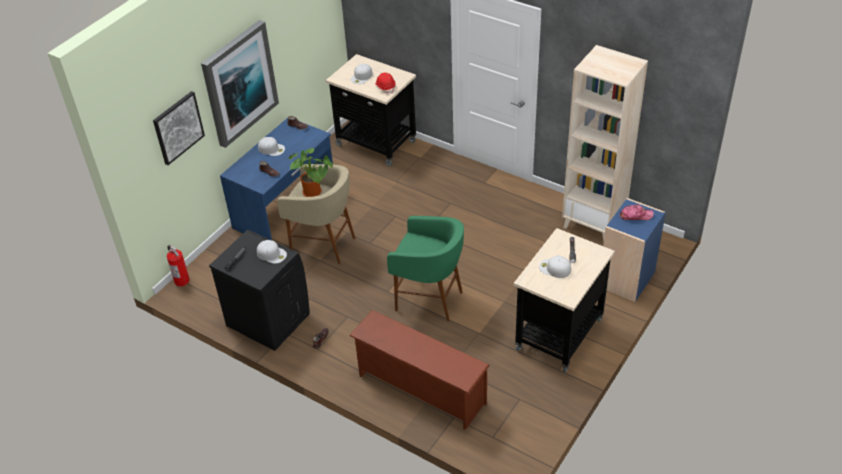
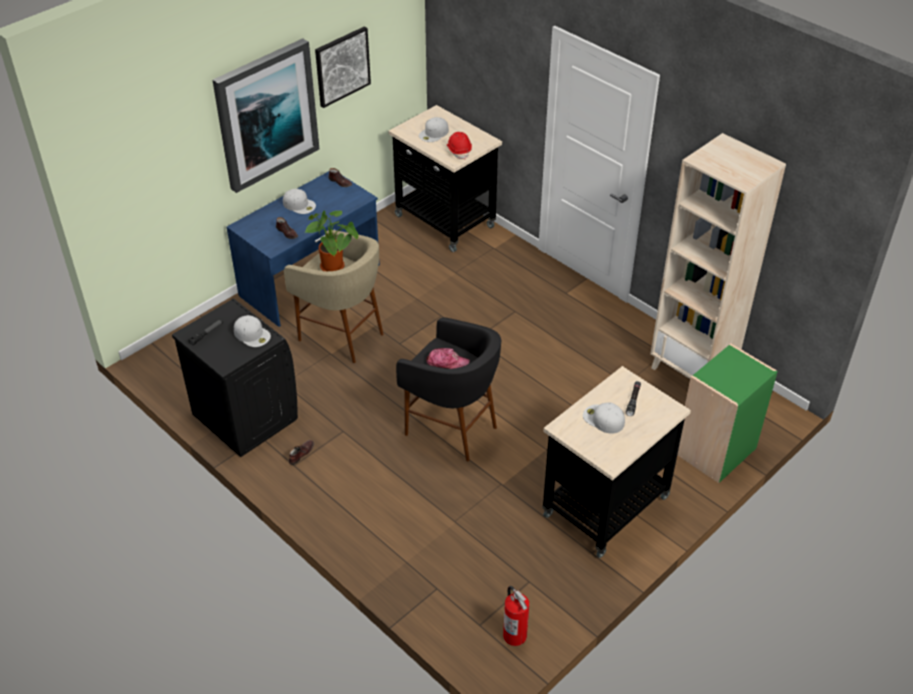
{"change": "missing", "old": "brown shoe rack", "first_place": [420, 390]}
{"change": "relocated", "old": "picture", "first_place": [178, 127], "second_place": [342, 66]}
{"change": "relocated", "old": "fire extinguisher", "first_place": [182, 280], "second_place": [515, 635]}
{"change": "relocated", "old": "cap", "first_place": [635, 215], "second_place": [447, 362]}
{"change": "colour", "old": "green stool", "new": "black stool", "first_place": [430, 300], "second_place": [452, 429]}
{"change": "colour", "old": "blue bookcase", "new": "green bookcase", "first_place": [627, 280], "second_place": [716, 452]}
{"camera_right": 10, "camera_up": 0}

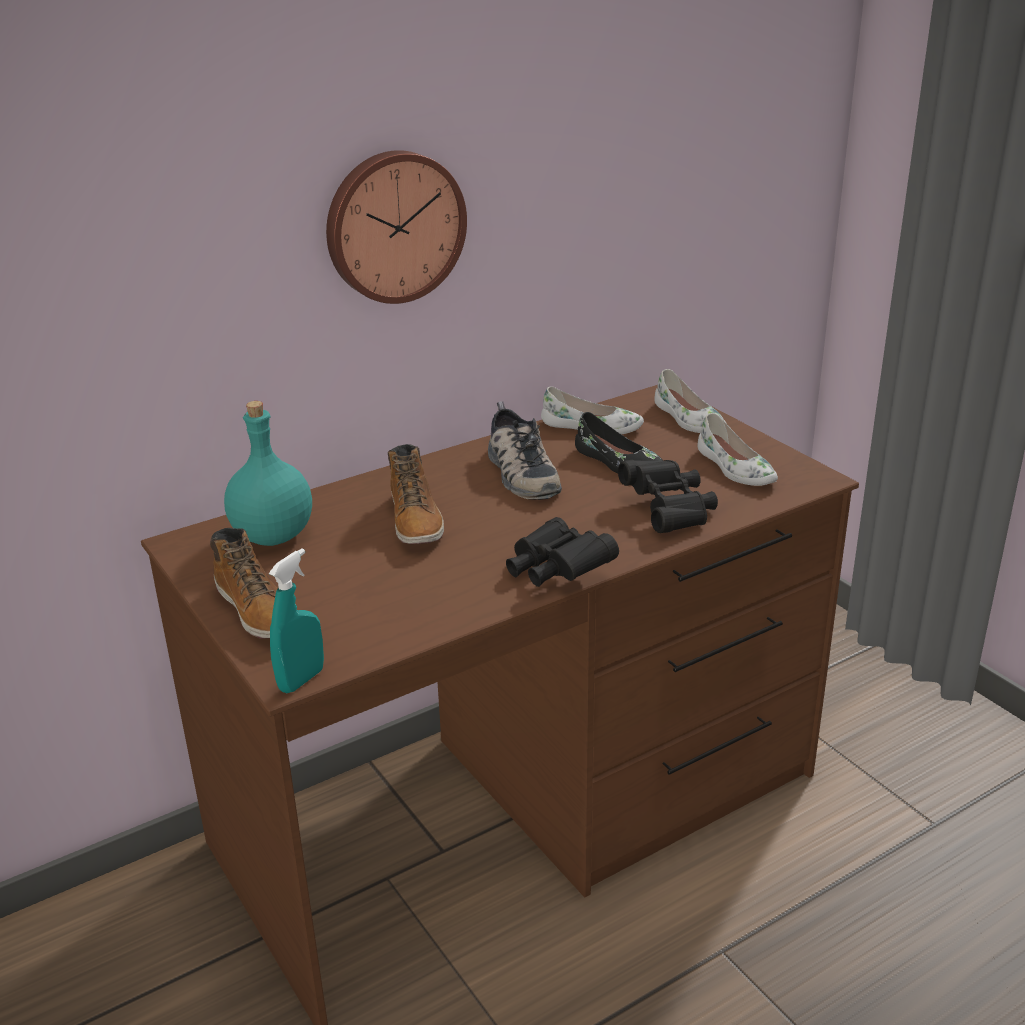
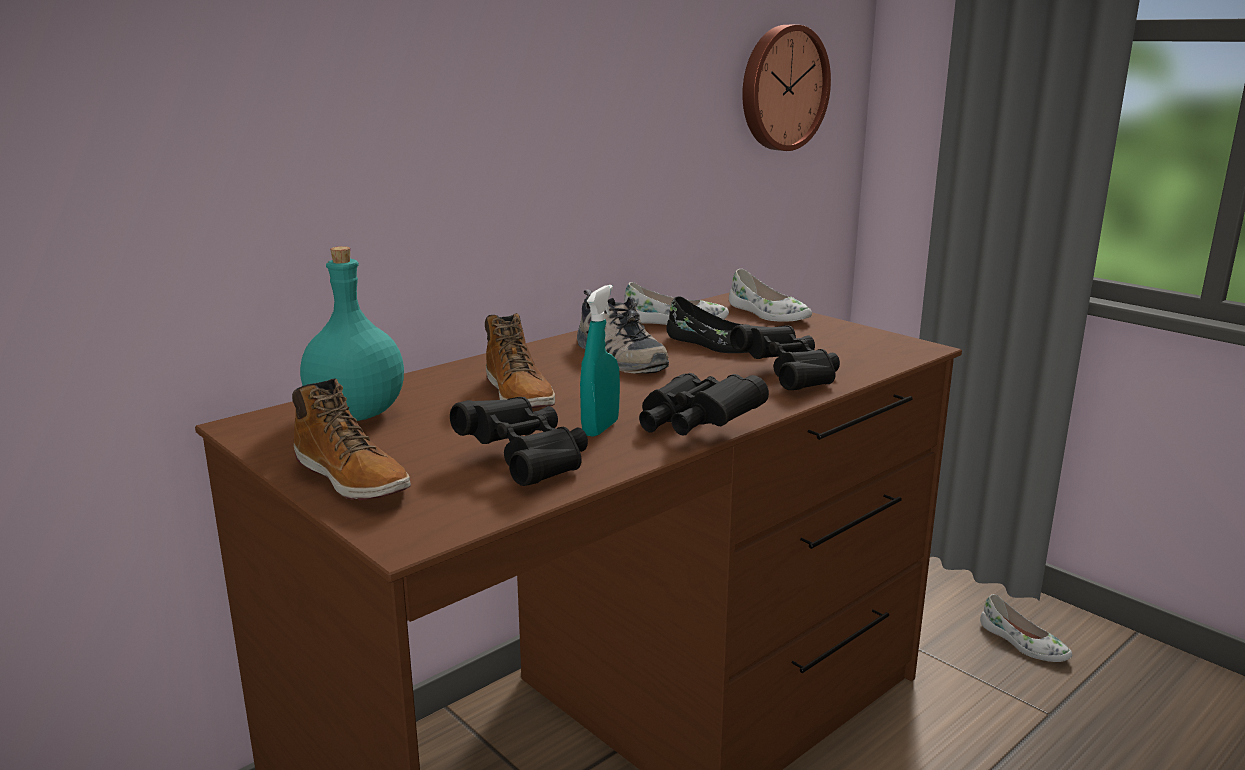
{"change": "appeared", "new": "black binoculars", "second_place": [526, 461]}
{"change": "relocated", "old": "turquoise spray bottle", "first_place": [301, 680], "second_place": [600, 428]}
{"change": "relocated", "old": "wall clock", "first_place": [393, 226], "second_place": [781, 88]}
{"change": "relocated", "old": "white shoe", "first_place": [734, 468], "second_place": [1022, 643]}
{"camera_right": -10, "camera_up": -10}

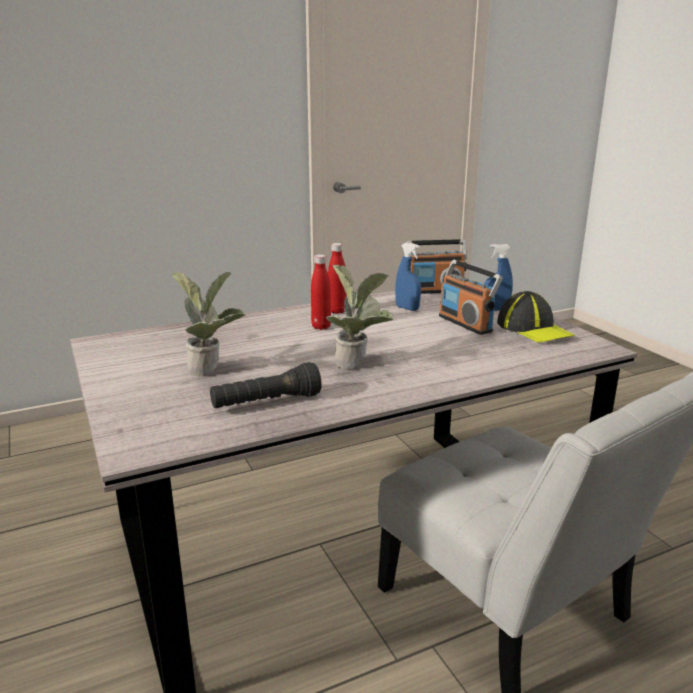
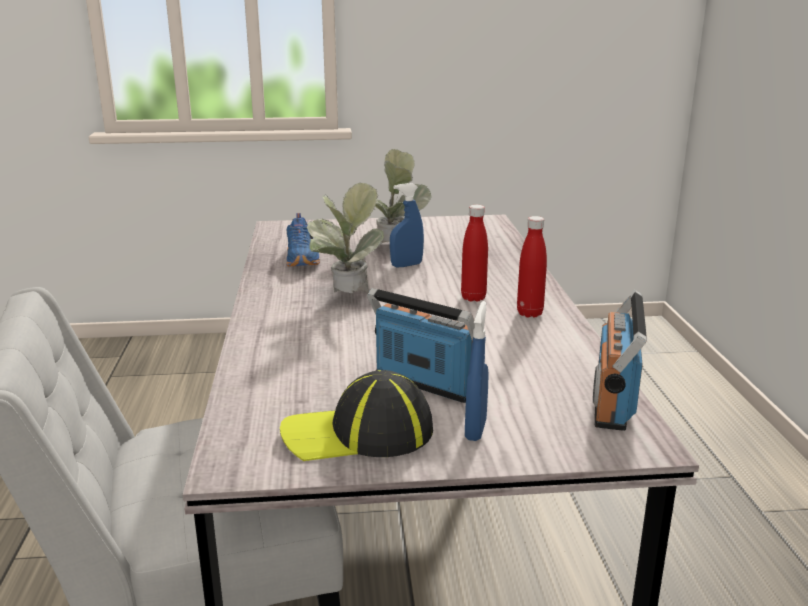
{"change": "relocated", "old": "blue spray bottle", "first_place": [407, 308], "second_place": [406, 265]}
{"change": "exchanged", "old": "black flashlight", "new": "blue shoe", "first_place": [266, 403], "second_place": [303, 259]}
{"change": "spun", "old": "radio", "first_place": [465, 323], "second_place": [424, 384], "degrees": 45}
{"camera_right": 110, "camera_up": 0}

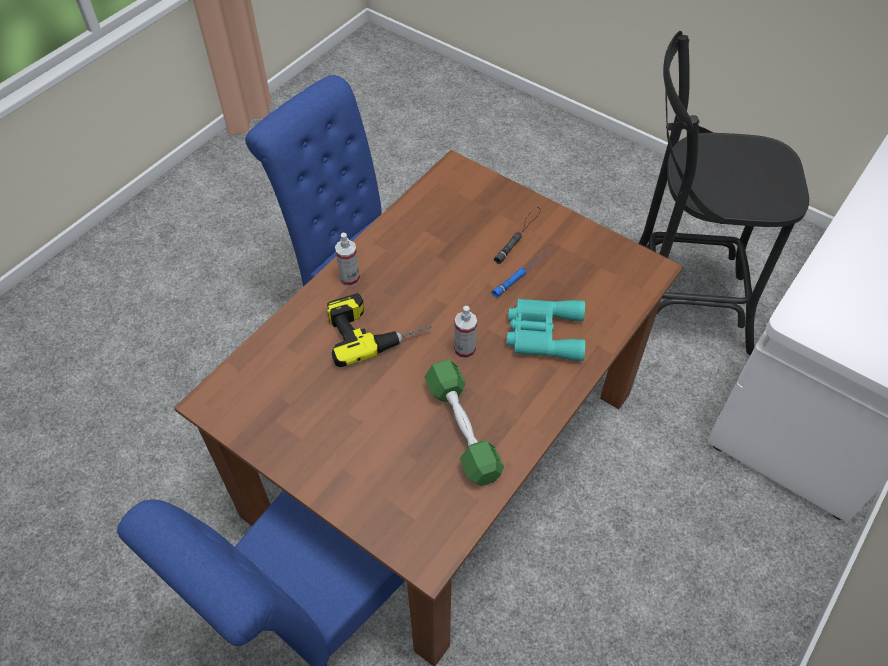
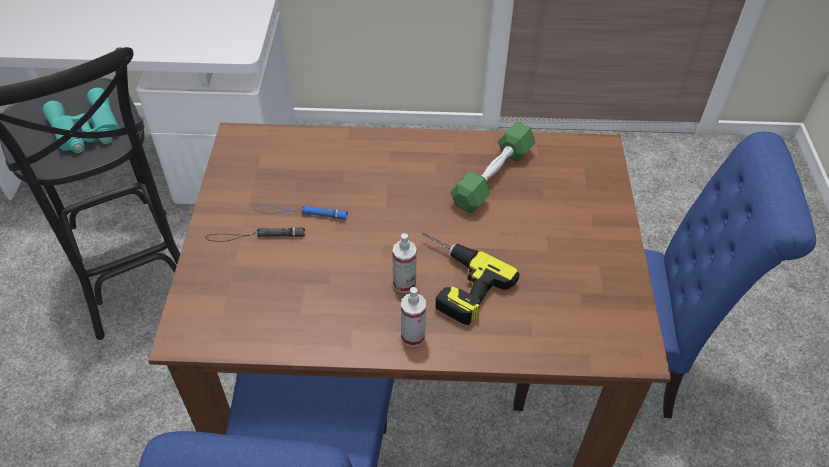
{"change": "relocated", "old": "spray bottle", "first_place": [464, 350], "second_place": [404, 283]}
{"change": "relocated", "old": "turquoise binoculars", "first_place": [543, 333], "second_place": [86, 129]}
{"camera_right": -125, "camera_up": -5}

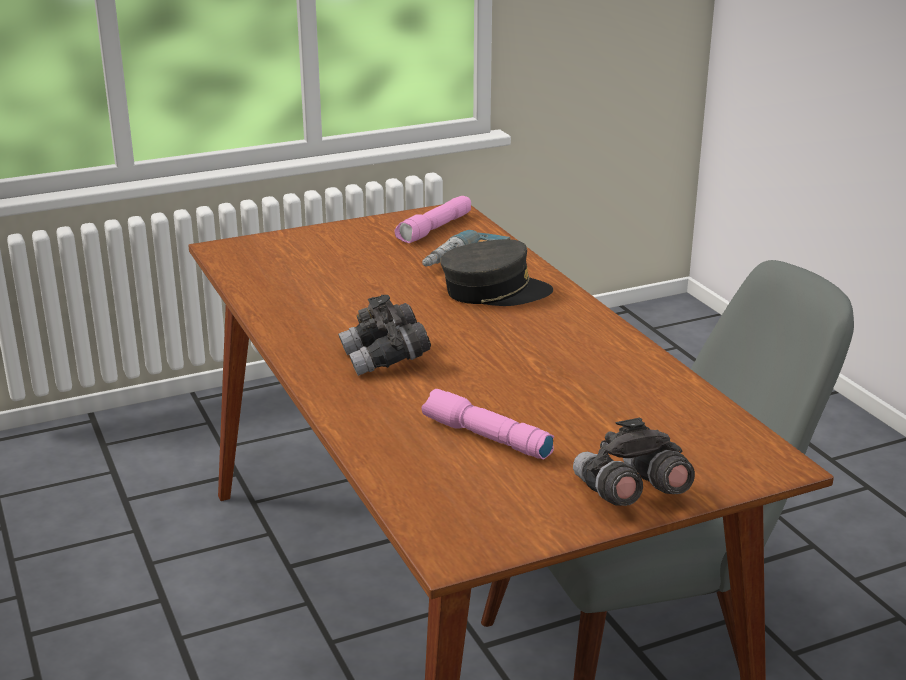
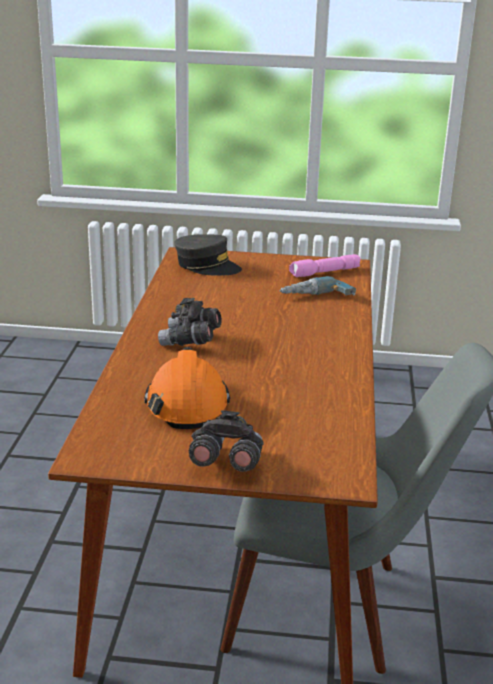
{"change": "relocated", "old": "grey cap", "first_place": [494, 292], "second_place": [207, 266]}
{"change": "exchanged", "old": "pink flashlight", "new": "orange hard hat", "first_place": [485, 438], "second_place": [187, 403]}
{"camera_right": 30, "camera_up": 0}

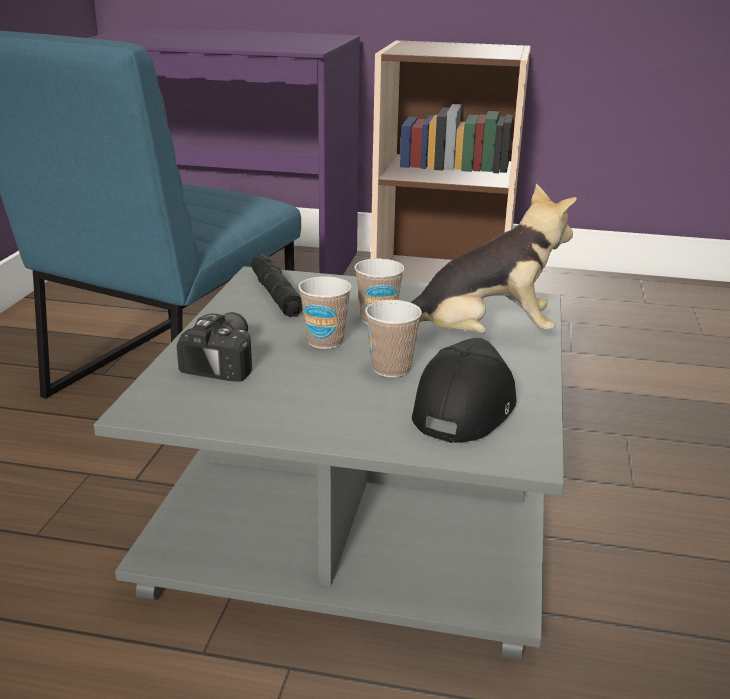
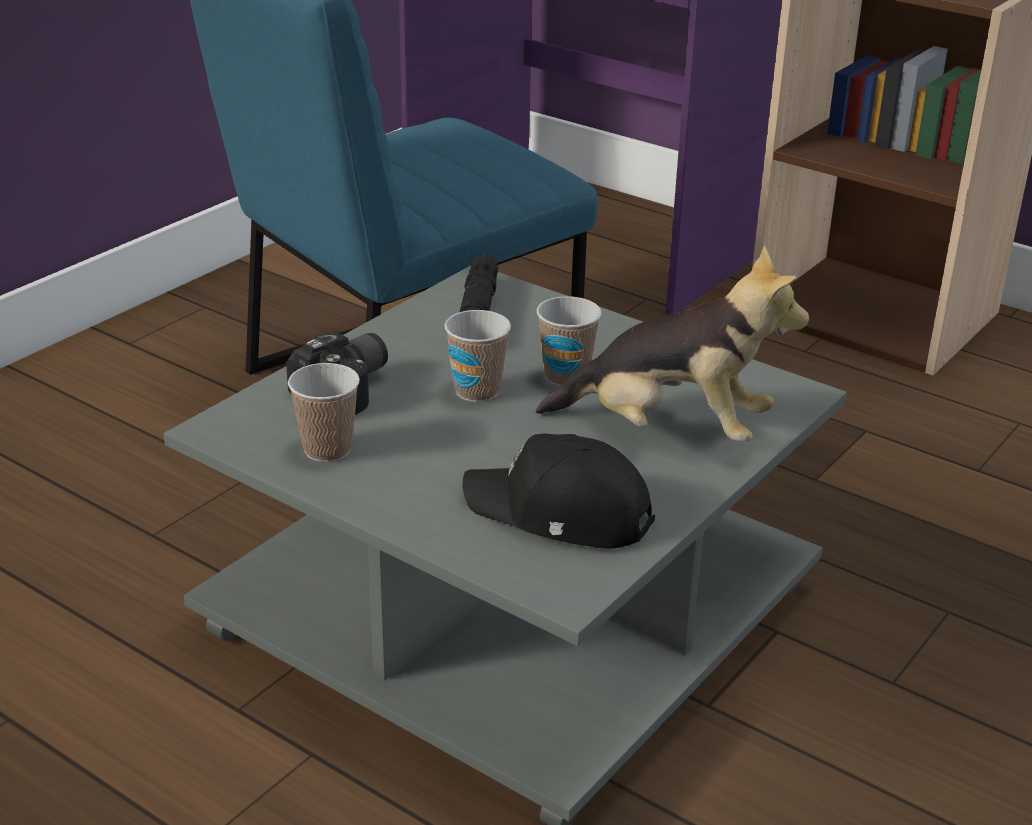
{"change": "relocated", "old": "cup", "first_place": [391, 369], "second_place": [327, 449]}
{"change": "spun", "old": "black cap", "first_place": [465, 406], "second_place": [559, 513], "degrees": -120}
{"camera_right": 25, "camera_up": 5}

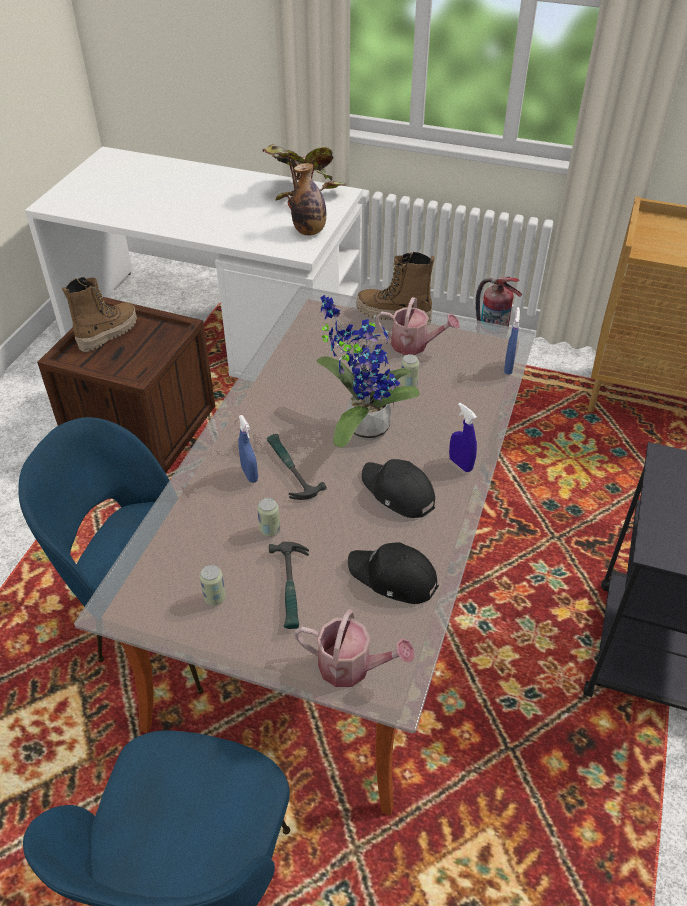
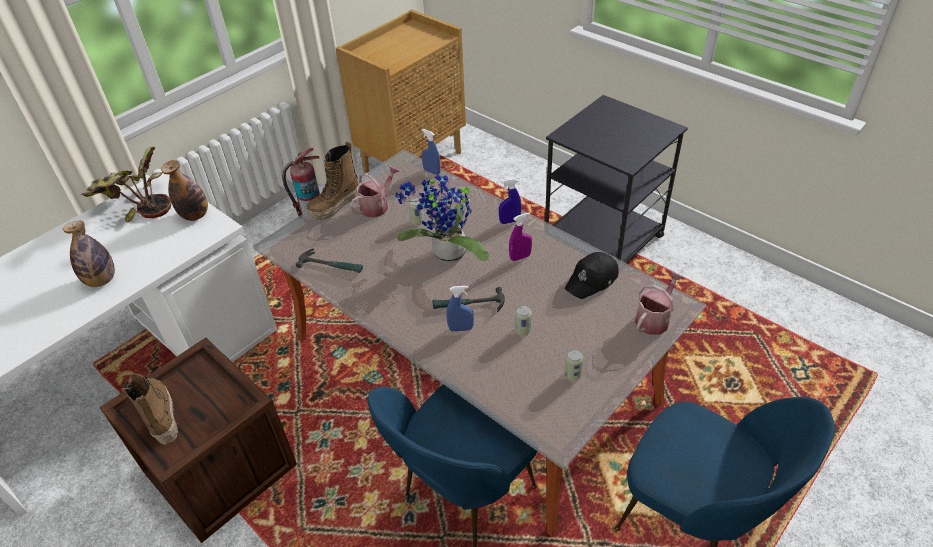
{"change": "appeared", "new": "bottle", "second_place": [101, 280]}
{"change": "relocated", "old": "hammer", "first_place": [291, 587], "second_place": [331, 265]}
{"change": "exchanged", "old": "black cap", "new": "purple spray bottle", "first_place": [397, 493], "second_place": [520, 257]}
{"camera_right": -65, "camera_up": 0}

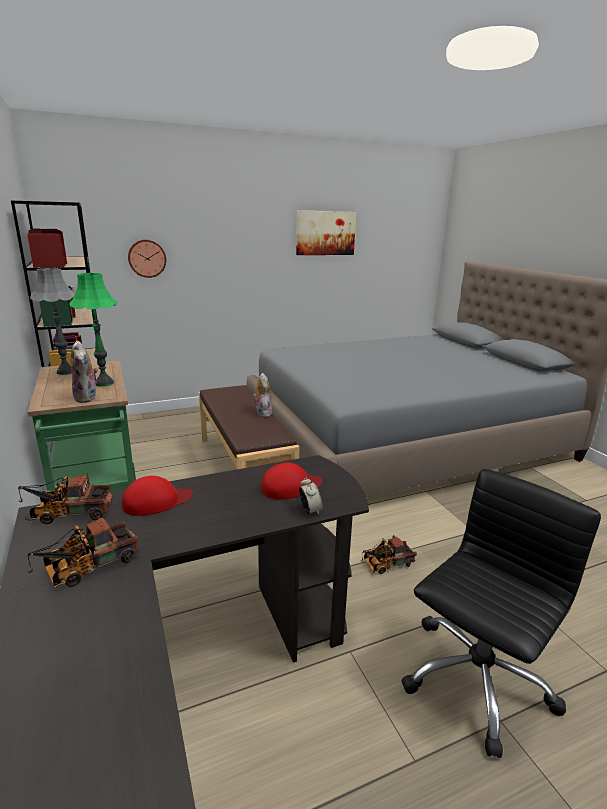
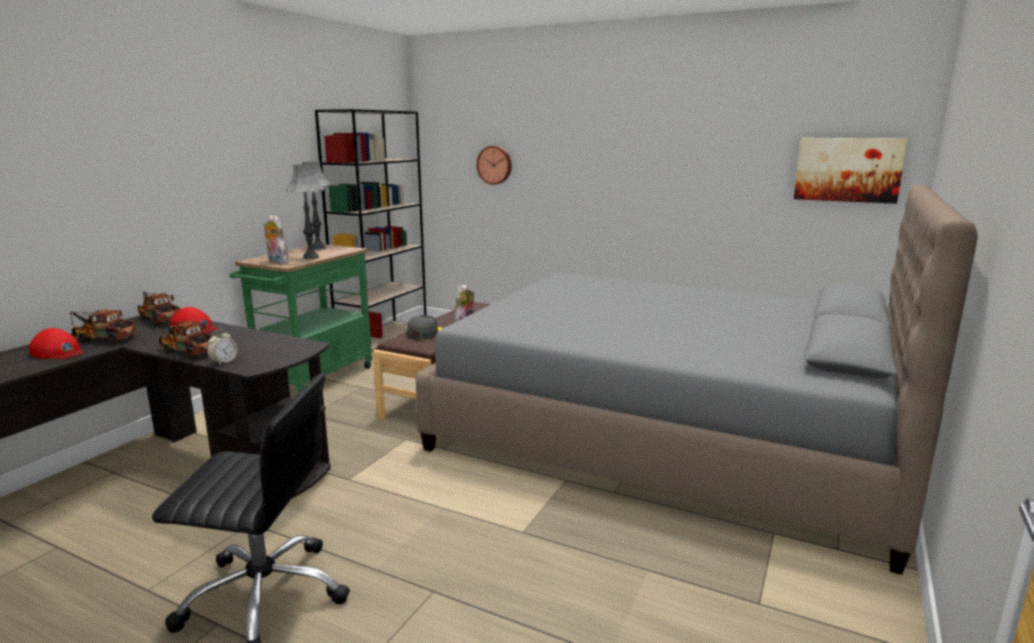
{"change": "appeared", "new": "grey cap", "second_place": [425, 333]}
{"change": "relocated", "old": "red cap", "first_place": [291, 486], "second_place": [58, 352]}
{"change": "relocated", "old": "picture", "first_place": [325, 233], "second_place": [848, 169]}
{"change": "relocated", "old": "toy truck", "first_place": [385, 564], "second_place": [186, 351]}
{"change": "colour", "old": "green table lamp", "new": "grey table lamp", "first_place": [104, 383], "second_place": [311, 258]}
{"change": "spun", "old": "plush toy", "first_place": [87, 398], "second_place": [276, 262], "degrees": 105}
{"camera_right": 50, "camera_up": -5}

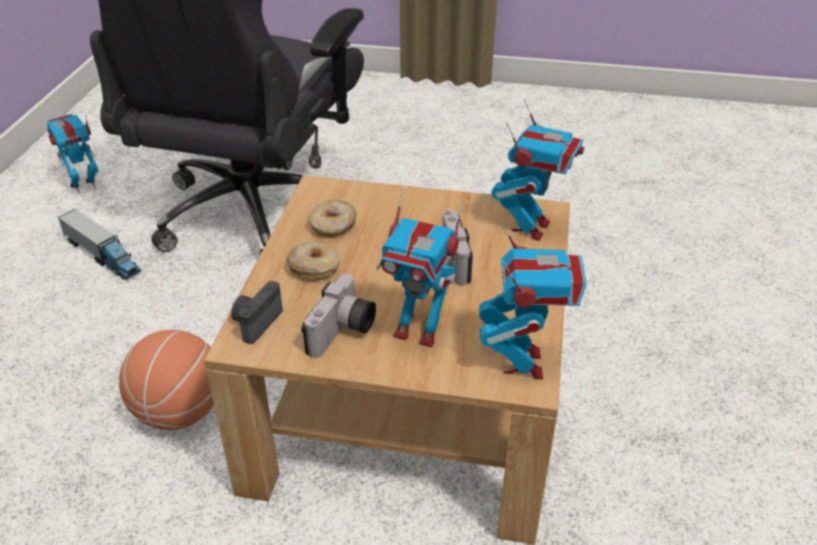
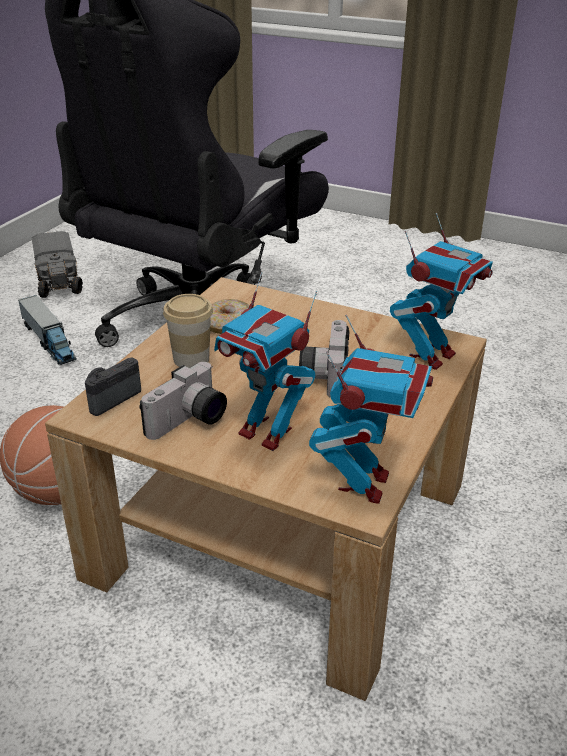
{"change": "exchanged", "old": "toy robot", "new": "toy truck", "first_place": [84, 186], "second_place": [58, 281]}
{"change": "exchanged", "old": "donut", "new": "cup", "first_place": [314, 268], "second_place": [191, 359]}
{"camera_right": 15, "camera_up": -5}

